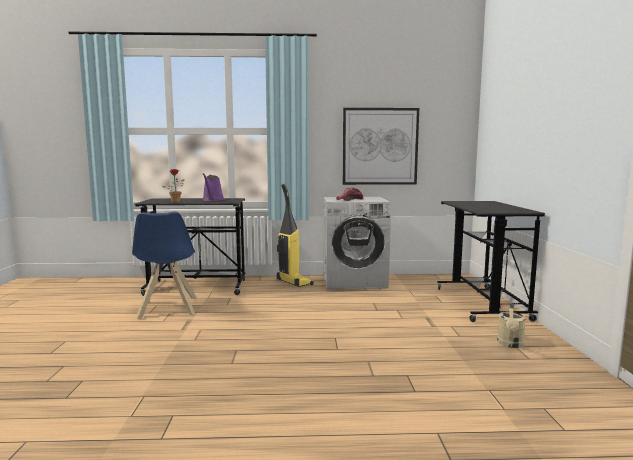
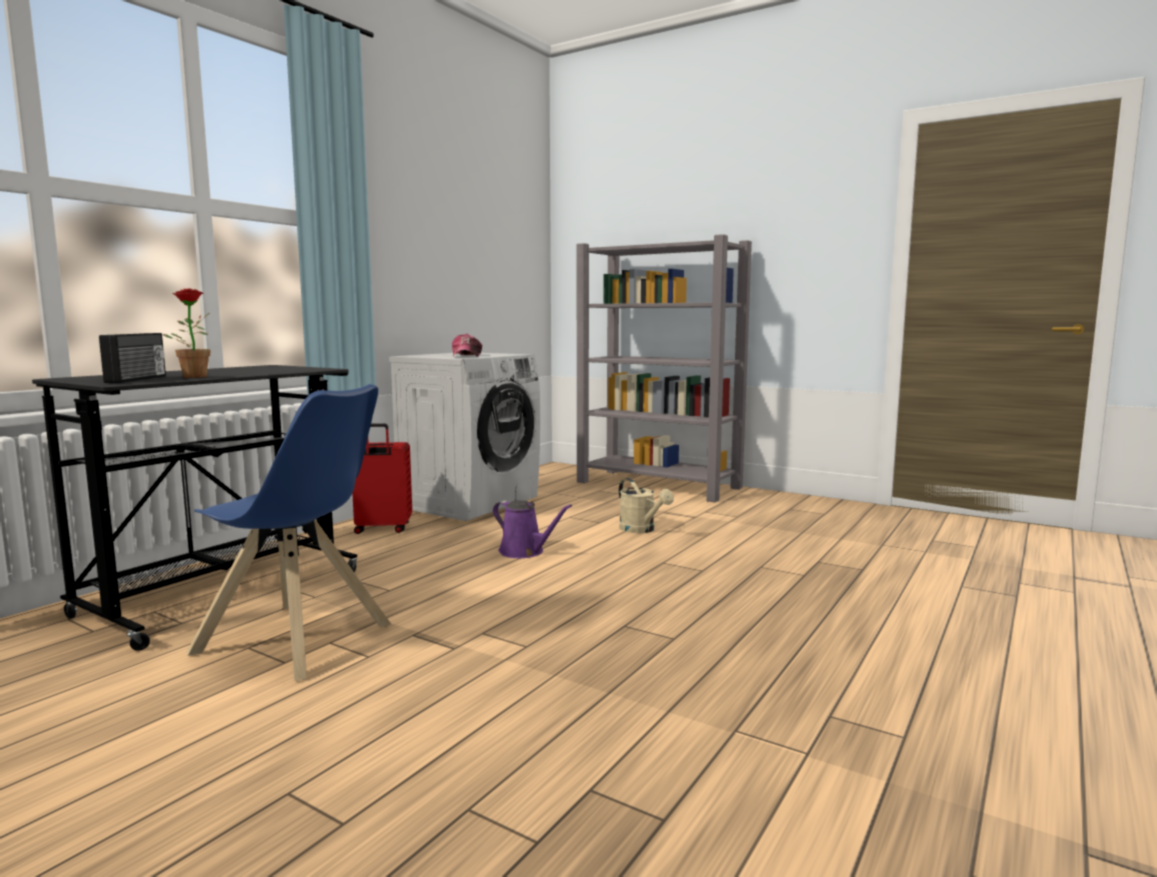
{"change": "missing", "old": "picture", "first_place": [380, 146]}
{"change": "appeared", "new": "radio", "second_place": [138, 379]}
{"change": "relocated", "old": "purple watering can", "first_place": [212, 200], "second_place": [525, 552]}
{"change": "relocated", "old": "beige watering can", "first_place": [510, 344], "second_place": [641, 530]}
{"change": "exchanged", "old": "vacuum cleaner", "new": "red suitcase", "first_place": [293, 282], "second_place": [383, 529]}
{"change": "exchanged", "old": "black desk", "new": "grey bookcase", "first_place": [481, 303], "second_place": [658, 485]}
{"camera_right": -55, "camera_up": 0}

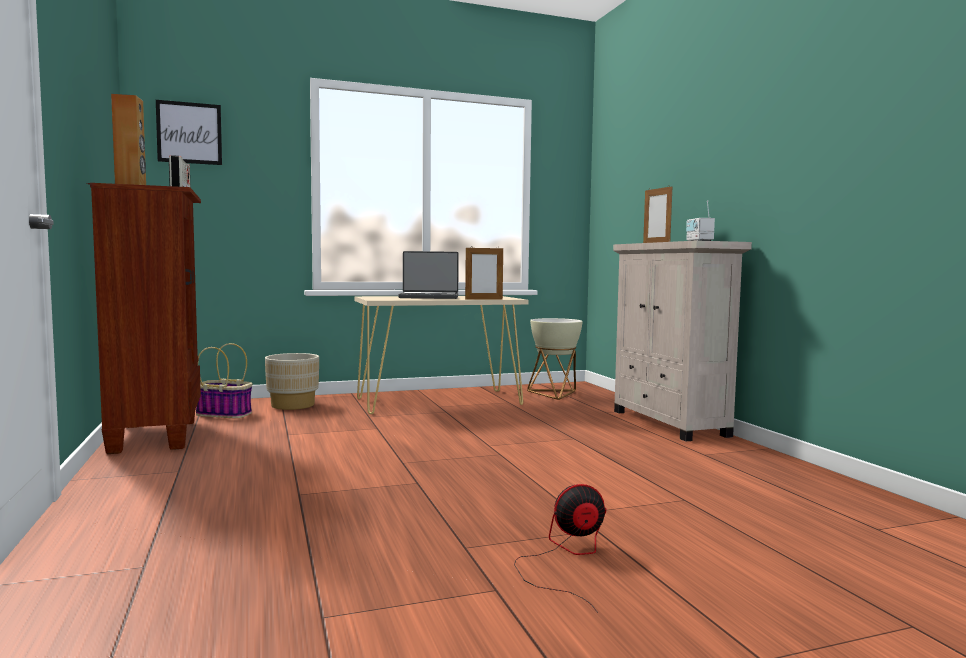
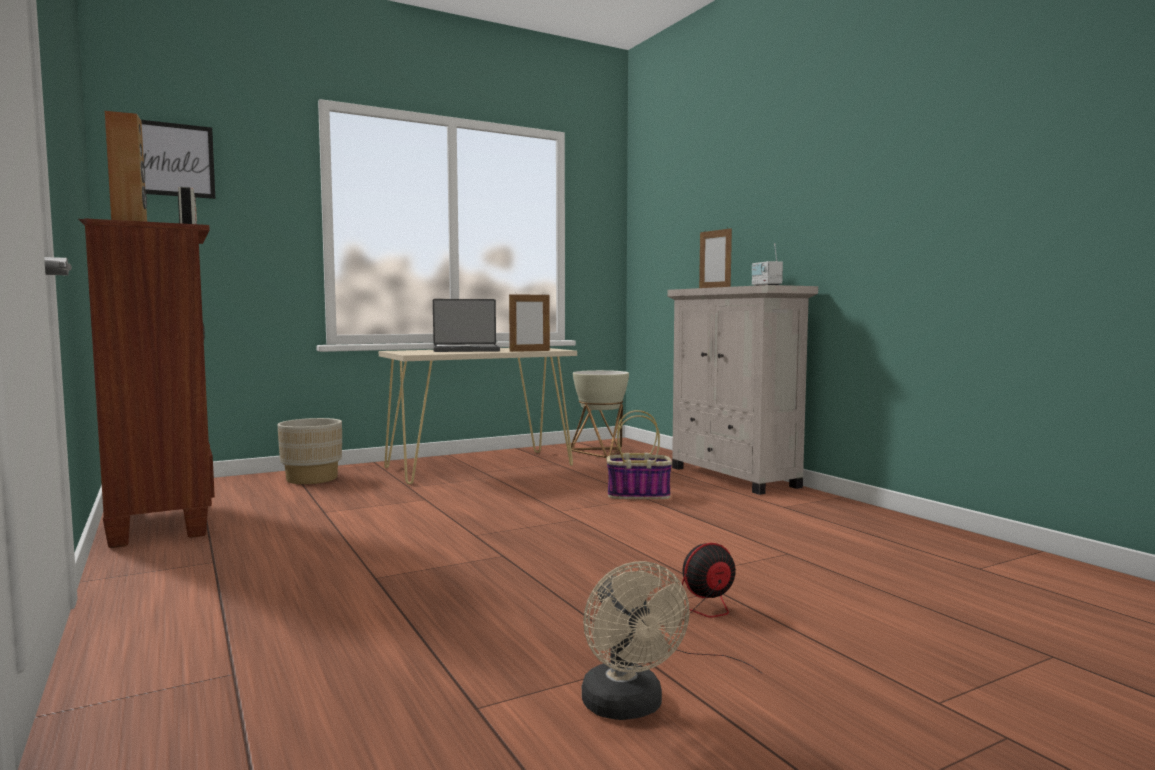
{"change": "appeared", "new": "beige fan", "second_place": [627, 708]}
{"change": "relocated", "old": "basket", "first_place": [225, 414], "second_place": [639, 495]}
{"camera_right": -10, "camera_up": 0}

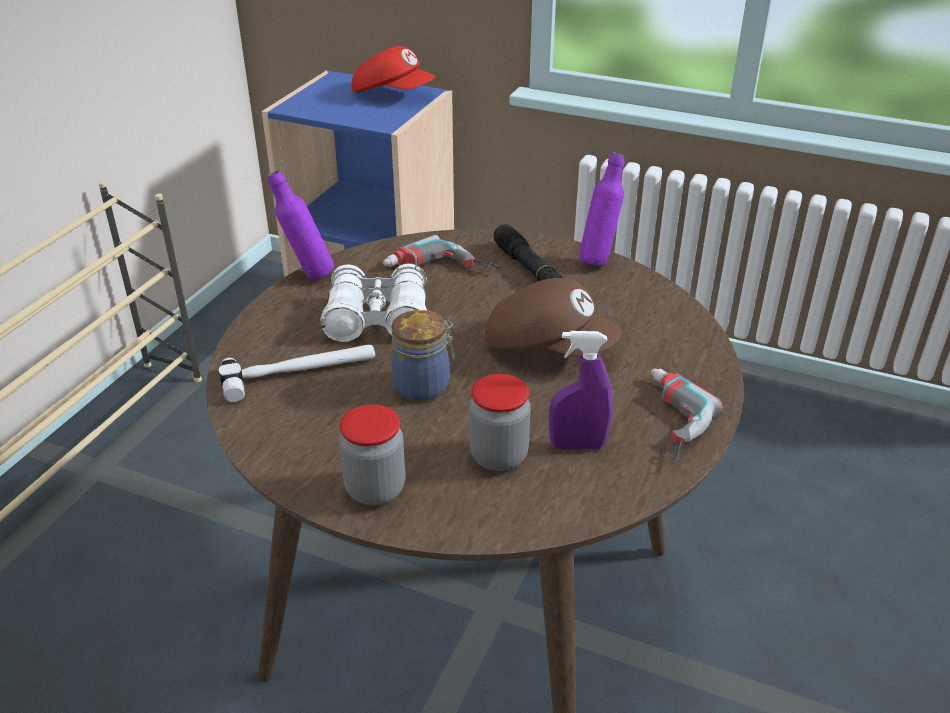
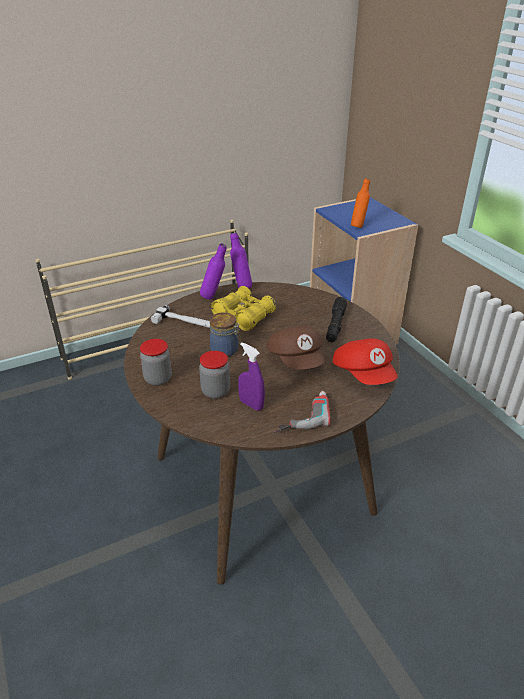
{"change": "missing", "old": "power drill", "first_place": [439, 271]}
{"change": "appeared", "new": "orange bottle", "second_place": [358, 226]}
{"change": "relocated", "old": "red cap", "first_place": [393, 94], "second_place": [364, 374]}
{"change": "relocated", "old": "purple bottle", "first_place": [598, 260], "second_place": [214, 296]}
{"change": "colour", "old": "white binoculars", "new": "yellow binoculars", "first_place": [378, 319], "second_place": [244, 316]}
{"camera_right": 40, "camera_up": 0}

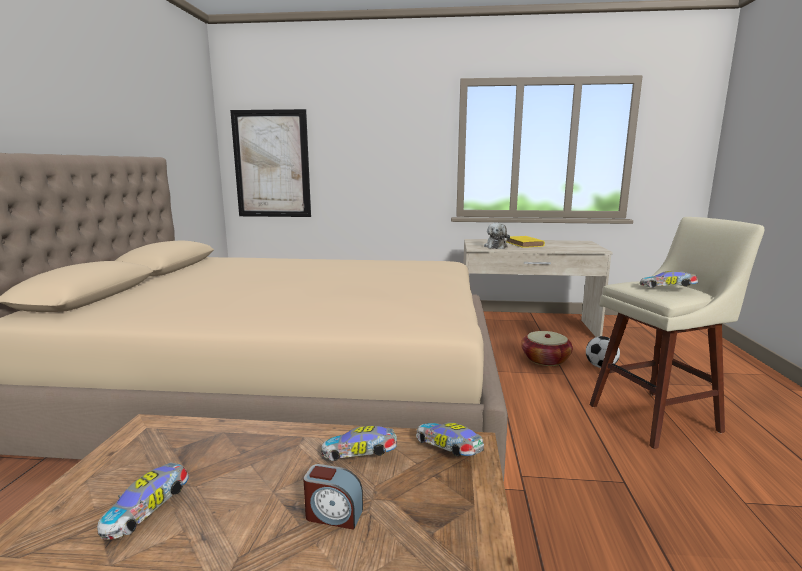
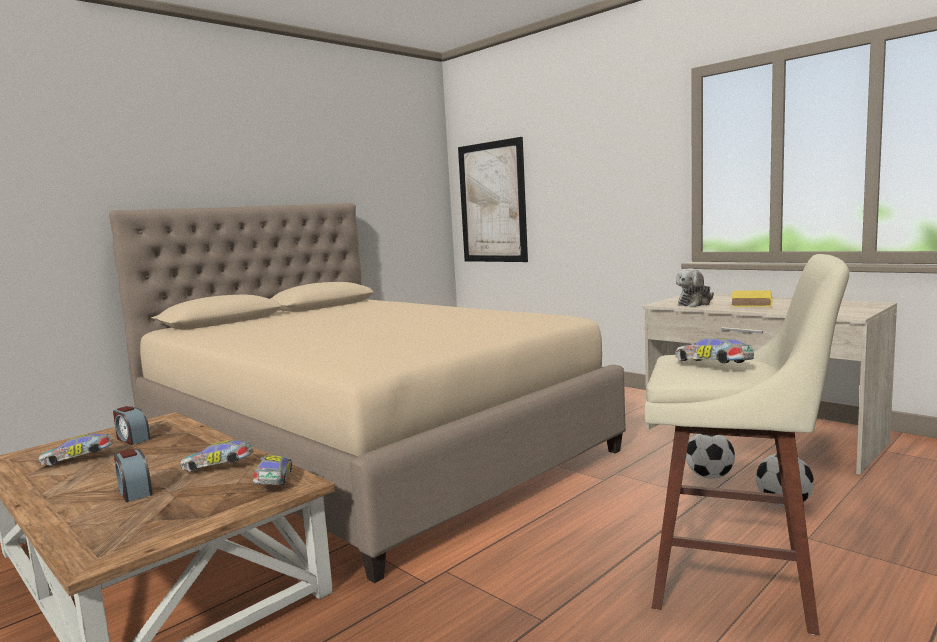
{"change": "appeared", "new": "alarm clock", "second_place": [132, 439]}
{"change": "exchanged", "old": "basket", "new": "football", "first_place": [545, 360], "second_place": [709, 476]}
{"change": "spun", "old": "toy car", "first_place": [361, 455], "second_place": [220, 467], "degrees": -45}
{"camera_right": 40, "camera_up": -5}

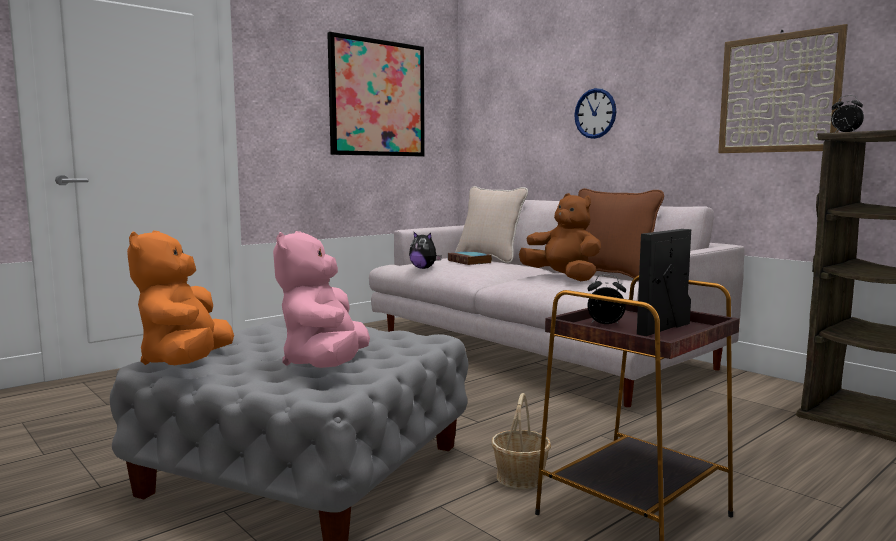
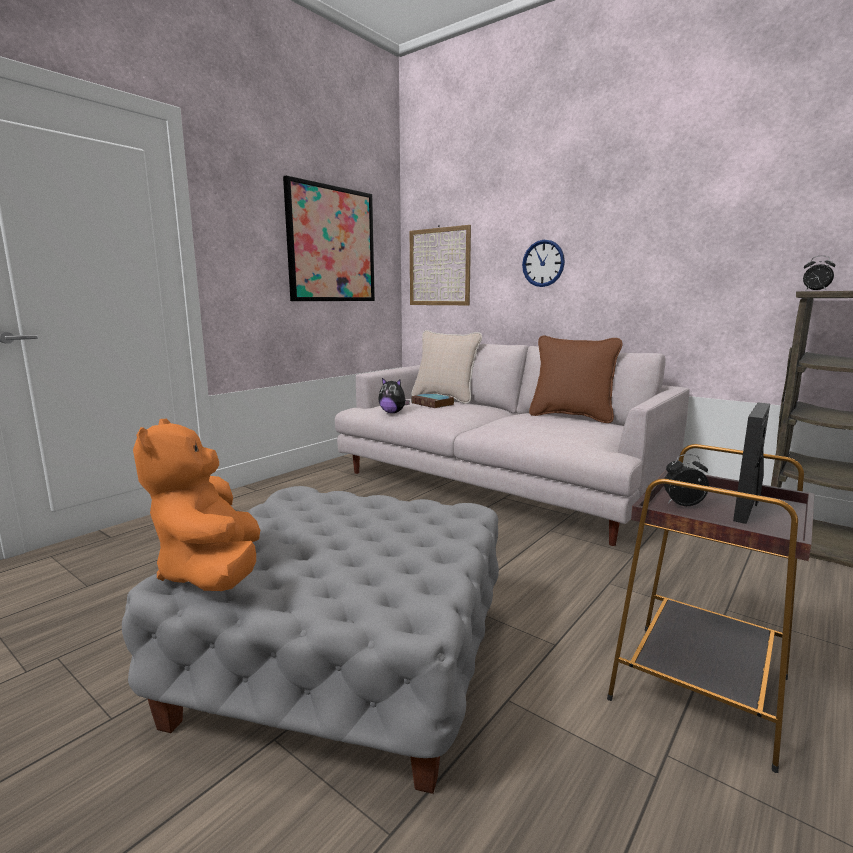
{"change": "missing", "old": "pink plush toy", "first_place": [326, 365]}
{"change": "missing", "old": "basket", "first_place": [520, 477]}
{"change": "missing", "old": "brown plush toy", "first_place": [562, 278]}
{"change": "relocated", "old": "picture", "first_place": [779, 91], "second_place": [439, 265]}
{"camera_right": -10, "camera_up": 5}

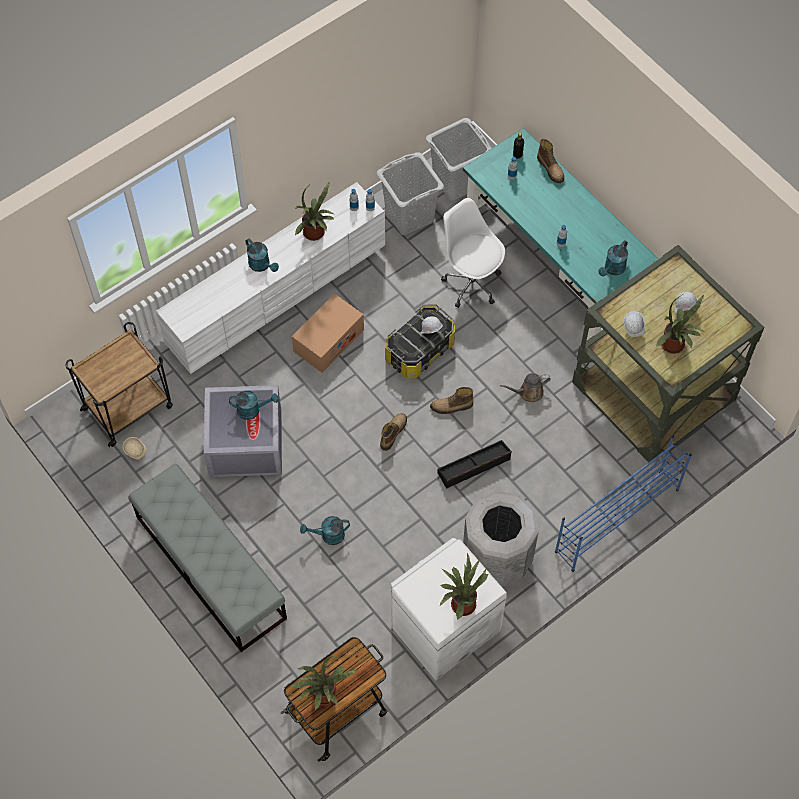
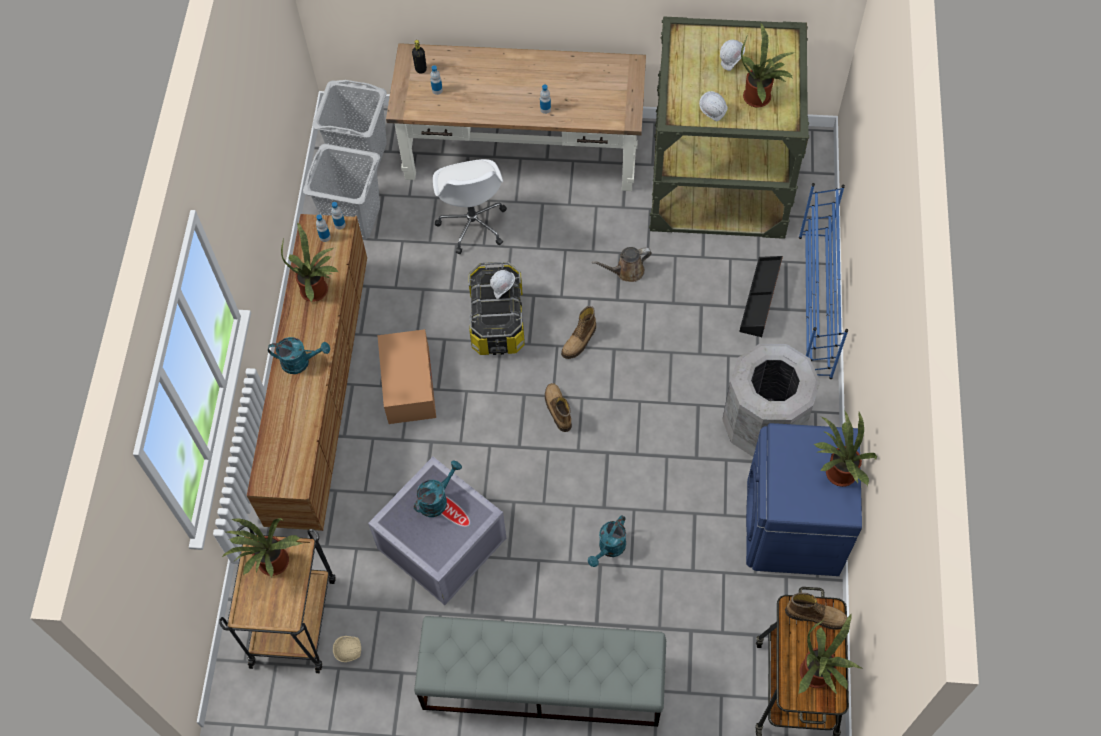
{"change": "missing", "old": "turquoise watering can", "first_place": [613, 269]}
{"change": "appeared", "new": "potted plant", "second_place": [272, 565]}
{"change": "relocated", "old": "black storage box", "first_place": [474, 467], "second_place": [761, 299]}
{"change": "relocated", "old": "boot", "first_place": [551, 169], "second_place": [816, 615]}
{"change": "colour", "old": "white cabinet", "new": "brown cabinet", "first_place": [277, 300], "second_place": [320, 394]}
{"change": "colour", "old": "white washing machine", "new": "blue washing machine", "first_place": [442, 627], "second_place": [791, 526]}
{"change": "colour", "old": "turquoise desk", "new": "brown desk", "first_place": [555, 263], "second_place": [522, 150]}
{"change": "spun", "old": "white office chair", "first_place": [471, 283], "second_place": [473, 227], "degrees": -105}
{"change": "spun", "old": "brown watering can", "first_place": [528, 392], "second_place": [626, 271], "degrees": 45}
{"camera_right": -45, "camera_up": 0}

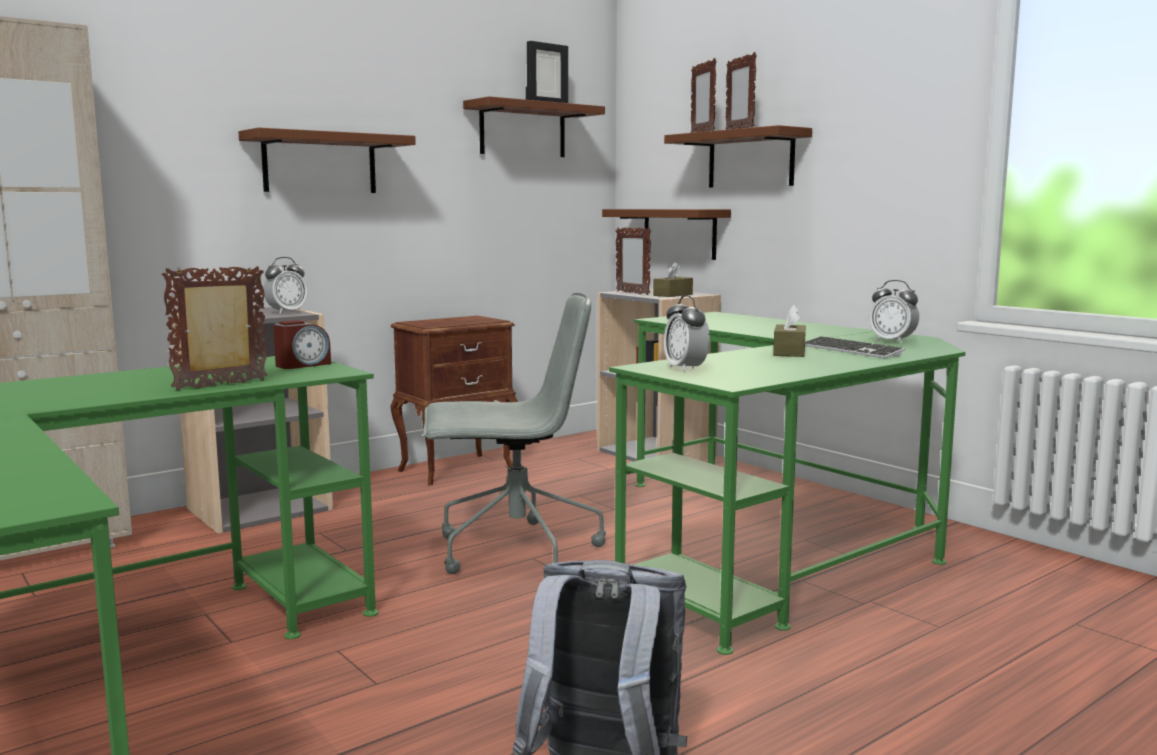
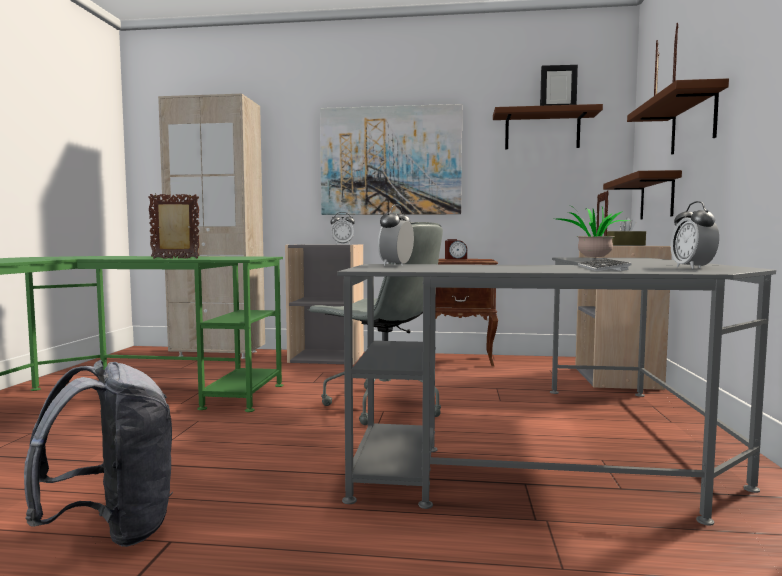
{"change": "missing", "old": "brown tissue box", "first_place": [789, 352]}
{"change": "appeared", "new": "potted plant", "second_place": [593, 259]}
{"change": "relocated", "old": "alarm clock", "first_place": [302, 365], "second_place": [455, 258]}
{"change": "exchanged", "old": "brown shelf", "new": "picture", "first_place": [320, 163], "second_place": [390, 161]}
{"change": "colour", "old": "green desk", "new": "grey desk", "first_place": [775, 538], "second_place": [576, 450]}
{"camera_right": 45, "camera_up": -5}

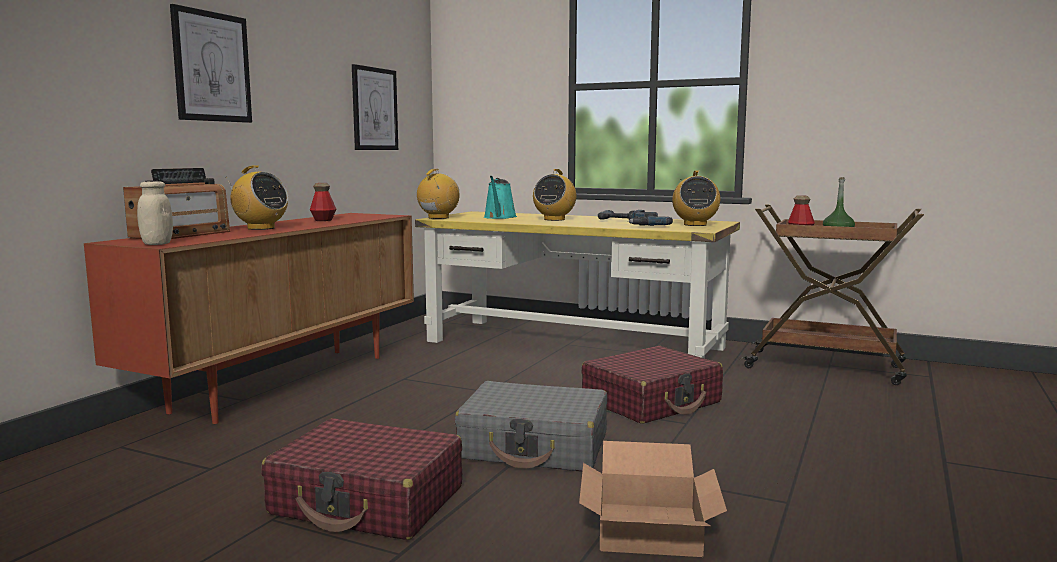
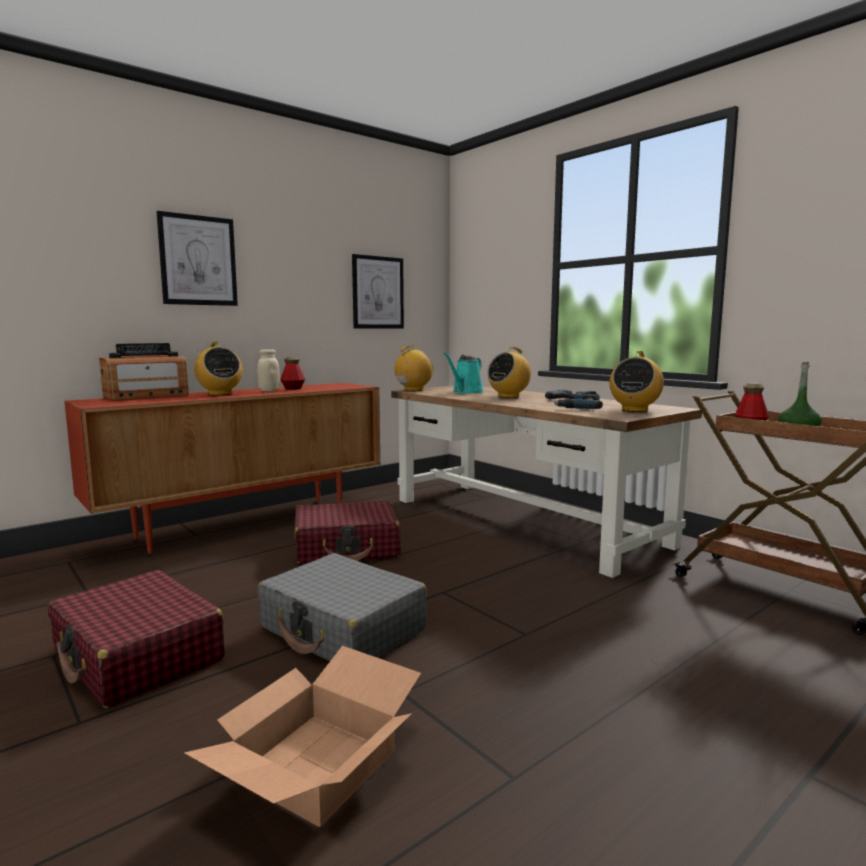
{"change": "relocated", "old": "beige jar", "first_place": [157, 244], "second_place": [269, 391]}
{"change": "relocated", "old": "red suitcase", "first_place": [652, 402], "second_place": [347, 547]}
{"change": "colour", "old": "yellow desk", "new": "brown desk", "first_place": [575, 344], "second_place": [524, 521]}
{"camera_right": 25, "camera_up": 0}

